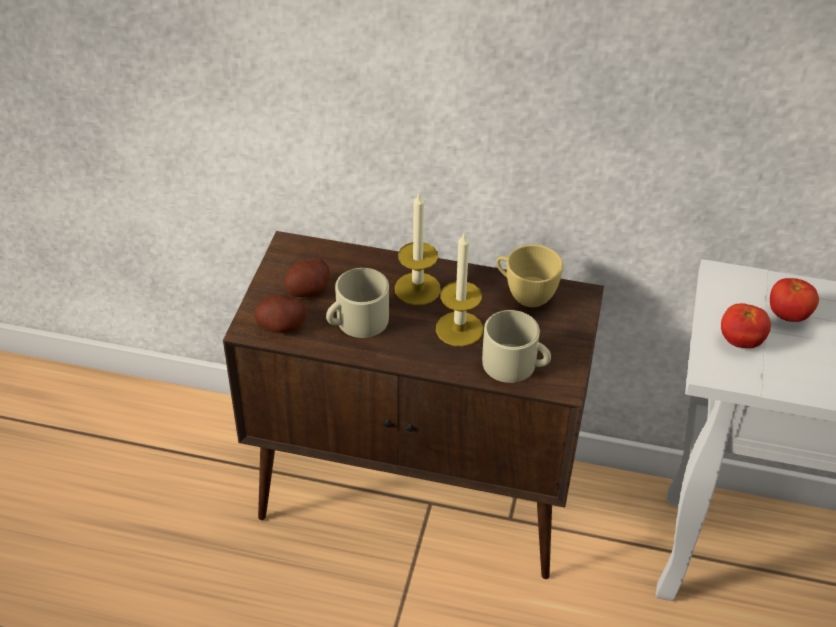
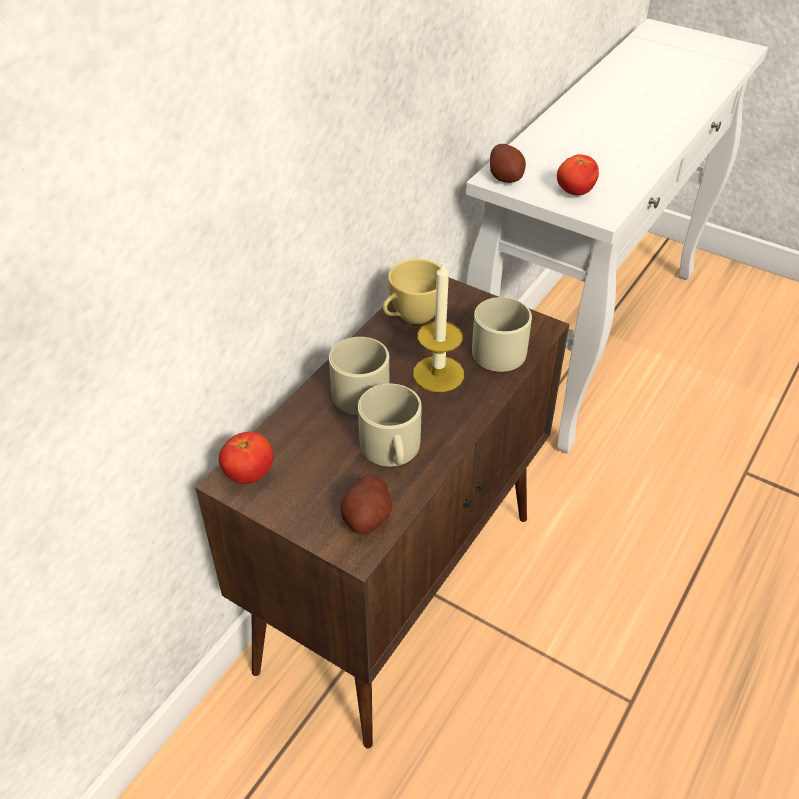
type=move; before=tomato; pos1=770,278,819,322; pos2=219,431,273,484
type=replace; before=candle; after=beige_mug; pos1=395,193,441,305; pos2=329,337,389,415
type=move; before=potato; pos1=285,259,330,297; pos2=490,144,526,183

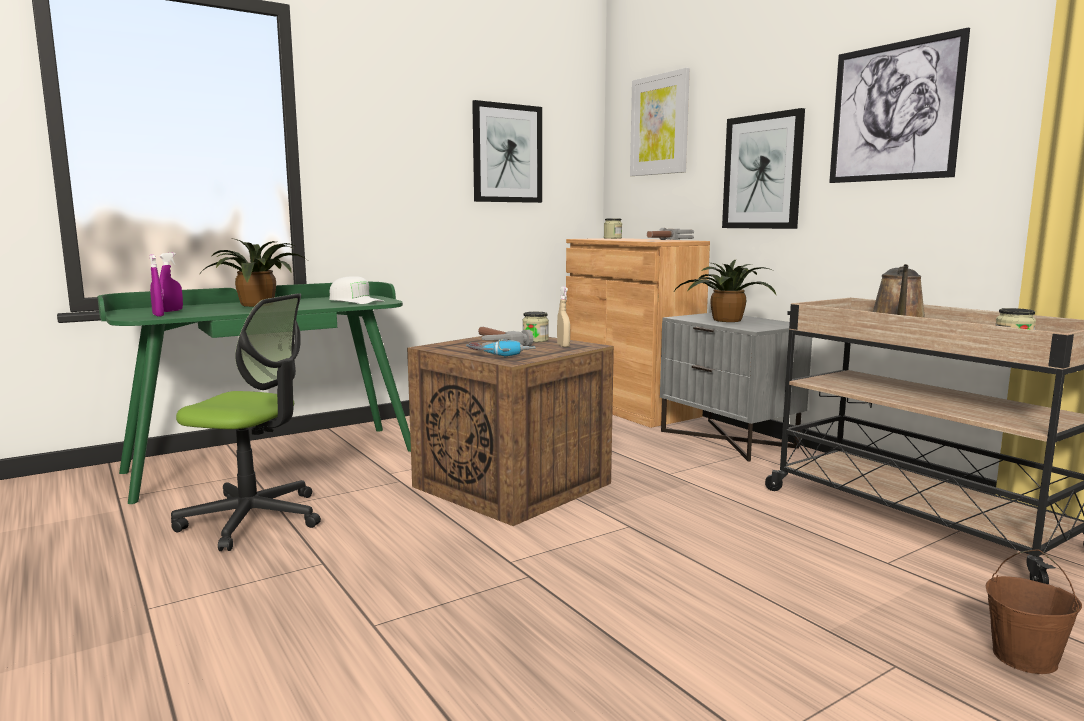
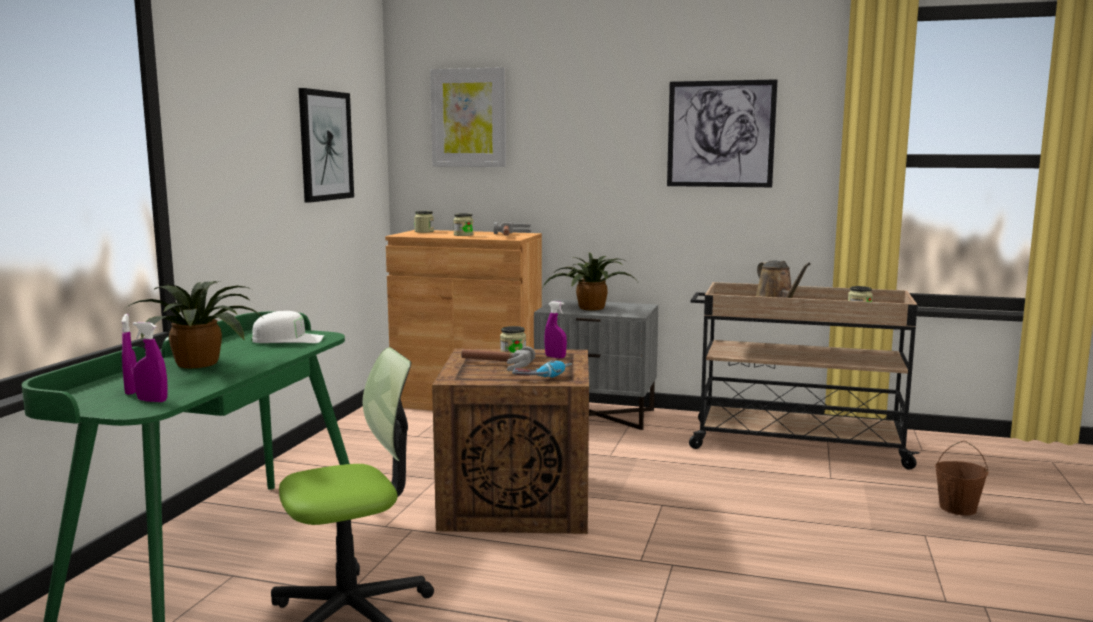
type=insert; after=jar; pos2=453,213,474,236
type=recolor; before=beige_spray_bottle; after=purple_spray_bottle; pos1=557,287,570,347; pos2=544,301,567,358
type=delete; before=picture; pos1=722,108,805,229

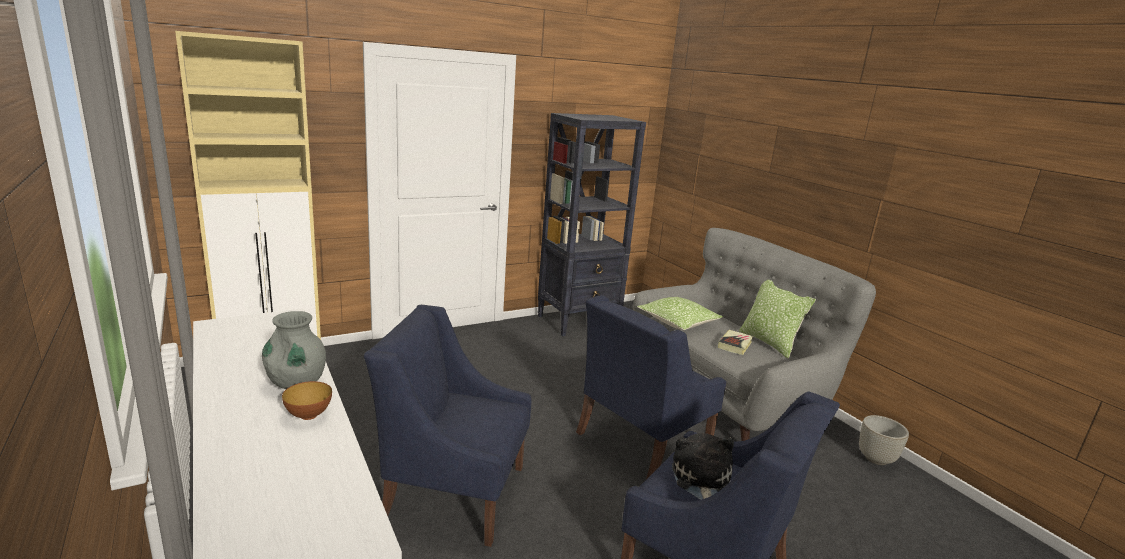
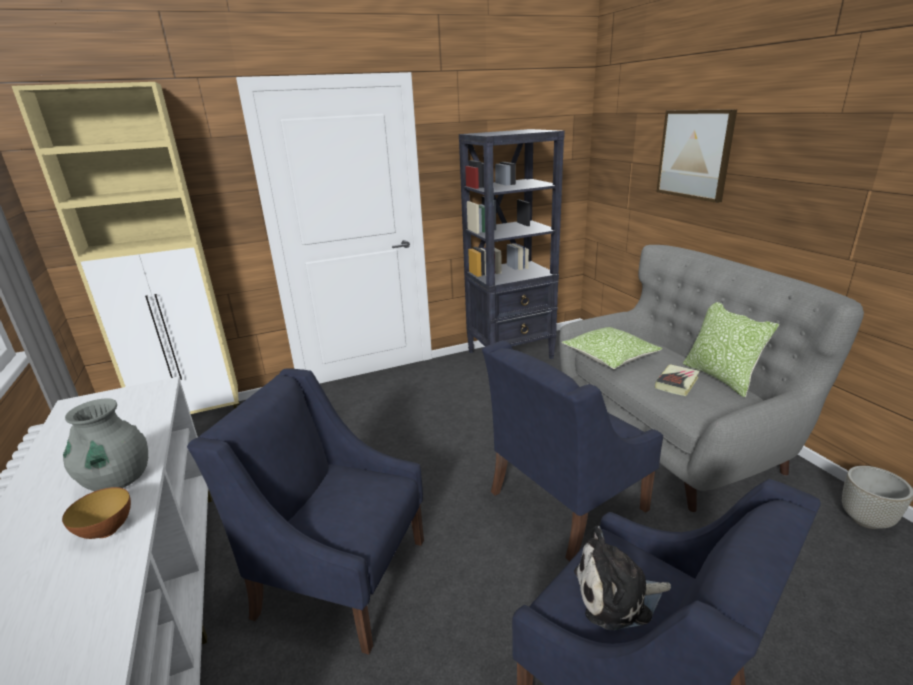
type=rotate; before=plush_toy; pos1=672,433,734,500; pos2=574,526,671,630; turn=-105
type=insert; after=picture; pos2=657,109,737,203

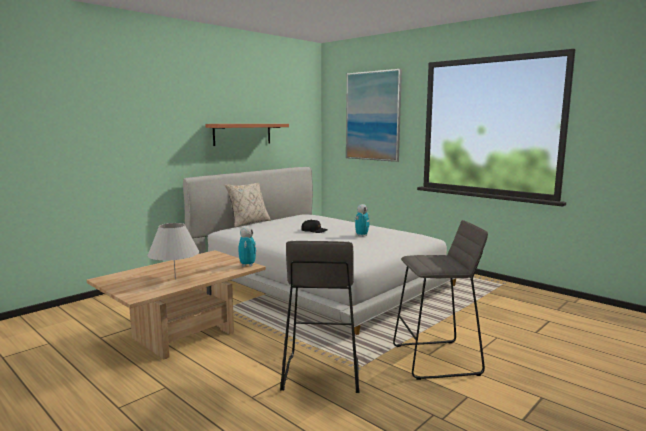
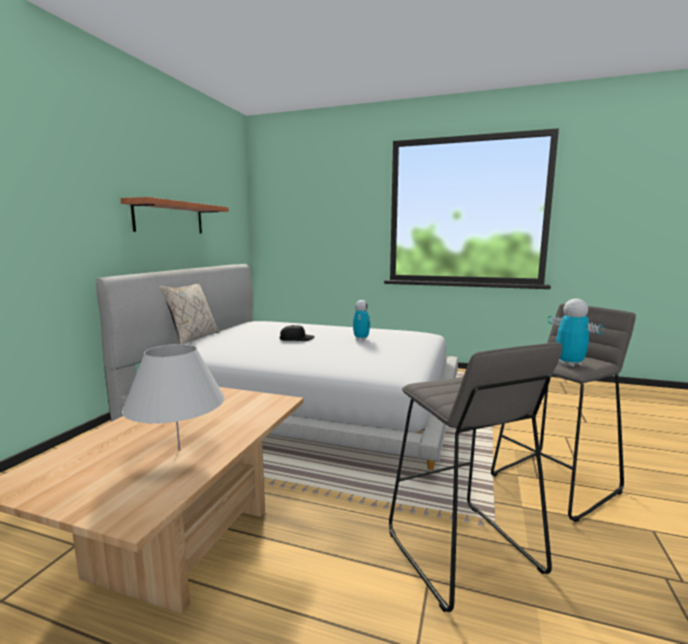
type=move; before=toy_robot; pos1=239,226,256,267; pos2=548,298,604,367
type=delete; before=picture; pos1=346,69,402,162

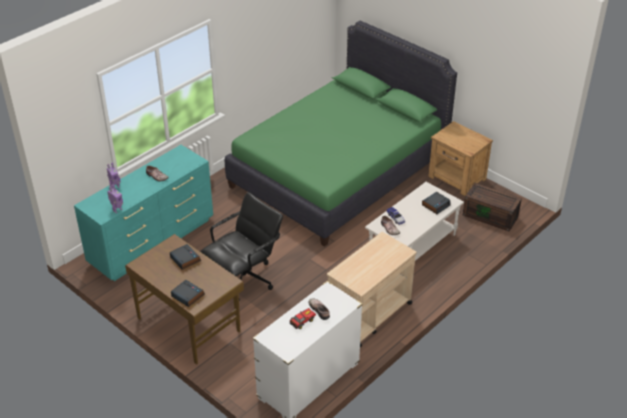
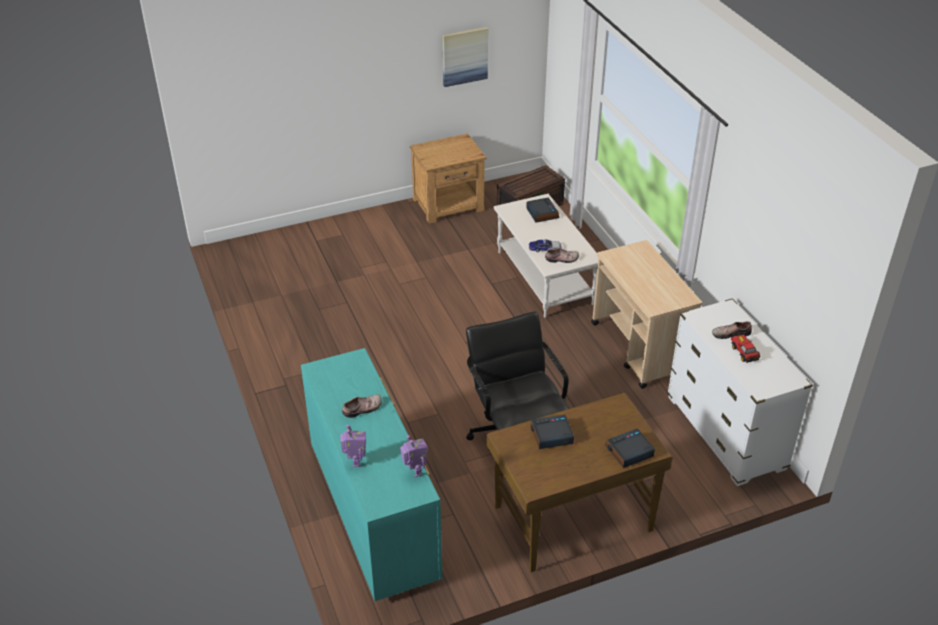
type=insert; after=picture; pos2=443,27,488,87
type=delete; before=green_bed; pos1=225,21,457,246

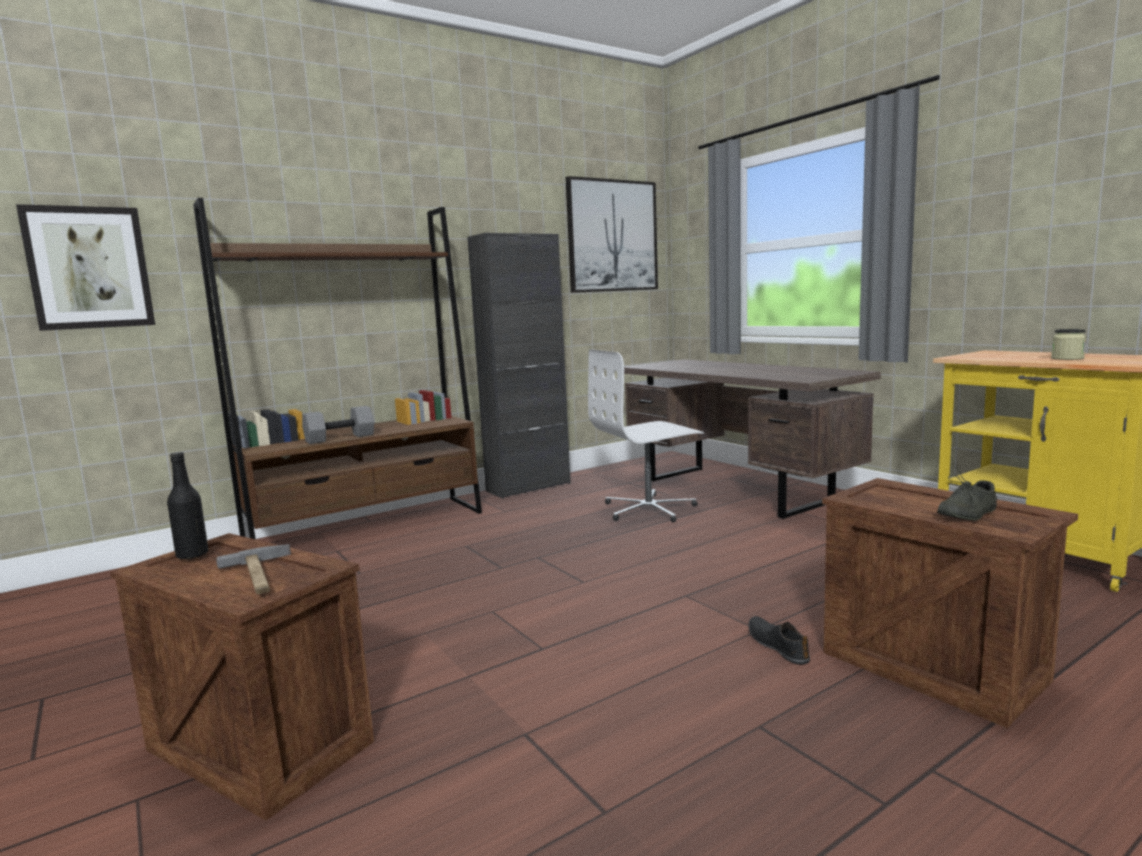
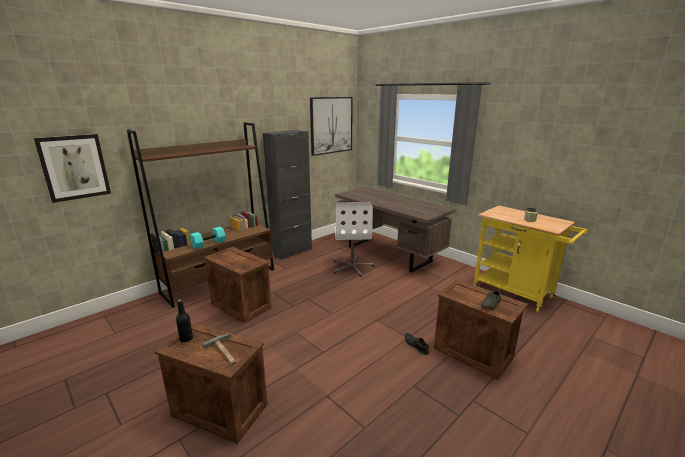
type=recolor; before=grey_dumbbell; after=turquoise_dumbbell; pos1=302,406,374,444; pos2=190,227,226,249
type=insert; after=crate; pos2=204,247,272,323
type=rotate; before=white_office_chair; pos1=588,349,704,522; pos2=333,202,374,277; turn=-60

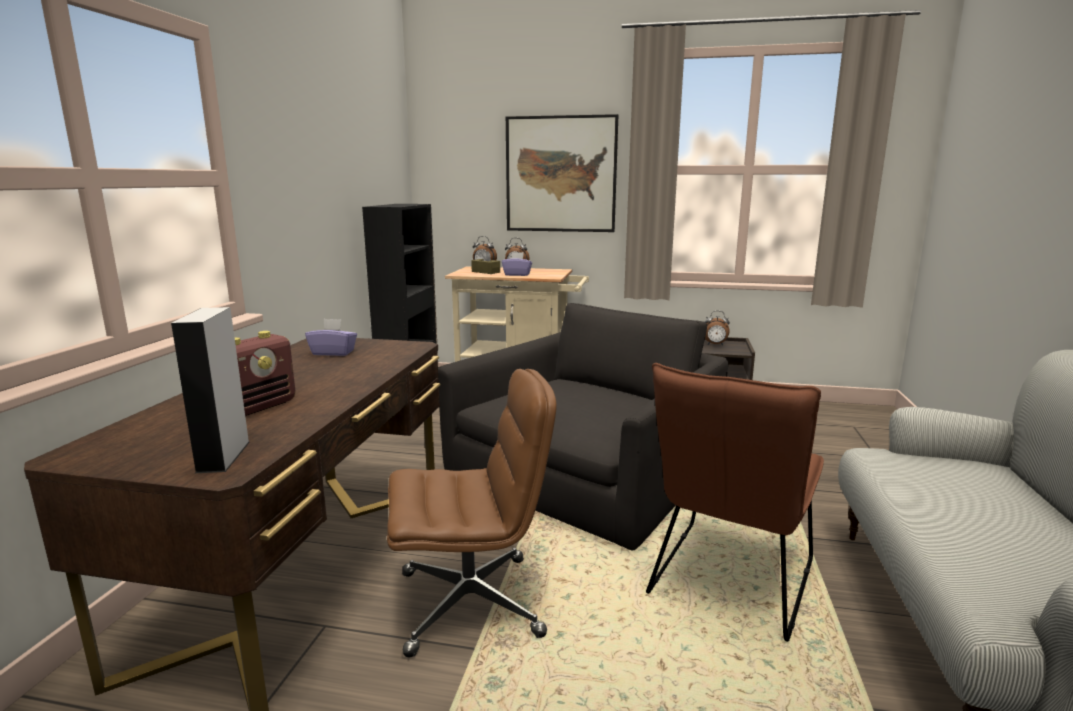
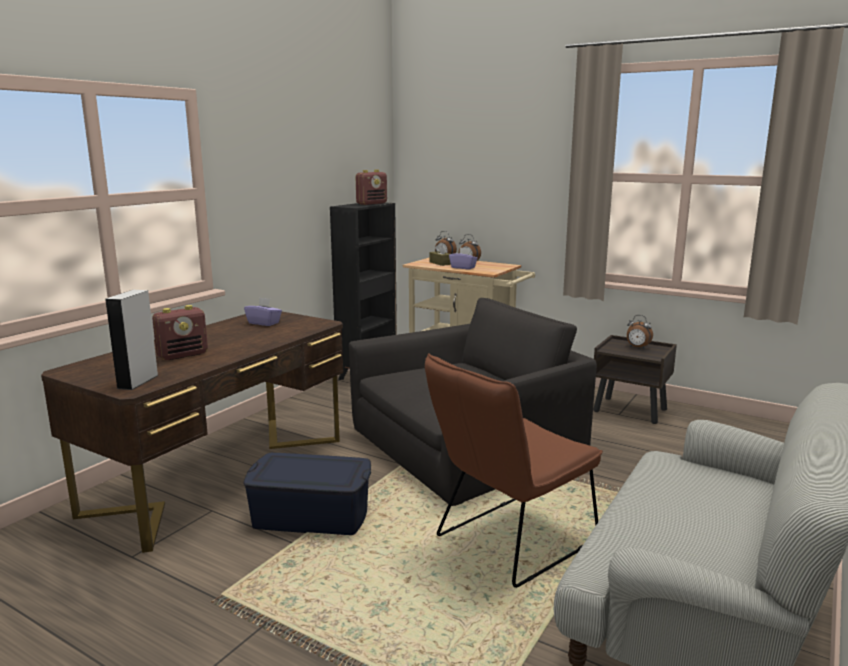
type=replace; before=brown_office_chair; after=blue_storage_box; pos1=387,369,557,658; pos2=243,453,371,535
type=insert; after=radio; pos2=356,170,387,205
type=delete; before=picture; pos1=506,114,618,232

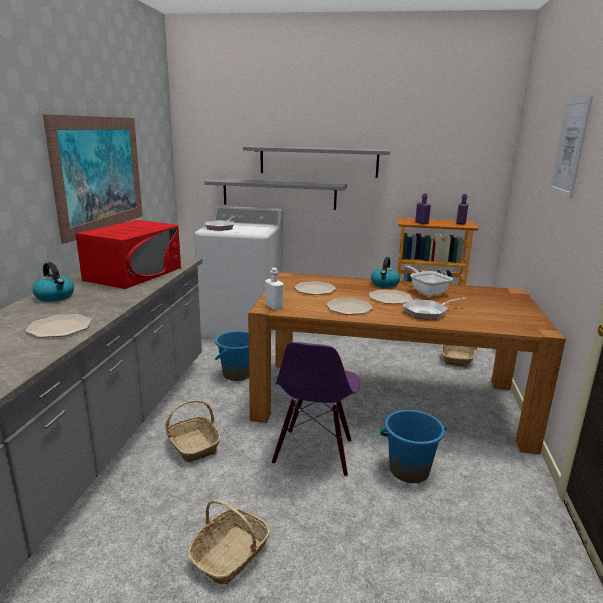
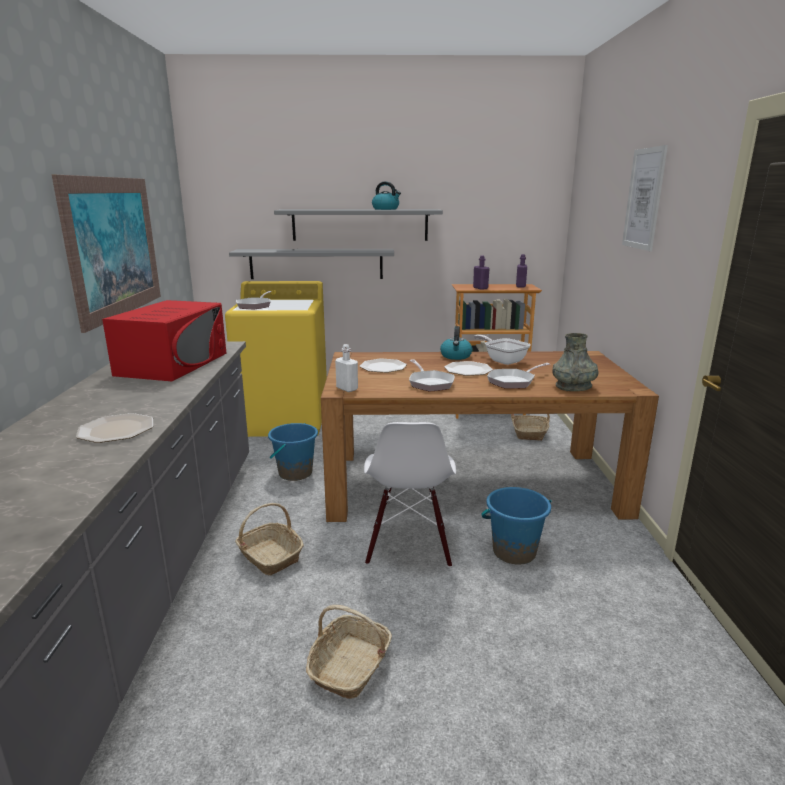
type=recolor; before=white_washing_machine; after=yellow_washing_machine; pos1=194,206,283,339; pos2=225,281,327,437
type=recolor; before=purple_chair; after=white_chair; pos1=272,342,360,477; pos2=364,422,456,567
type=move; before=kettle; pos1=33,262,74,302; pos2=372,182,401,210
type=replace; before=plate; after=frying_pan; pos1=326,298,373,315; pos2=409,359,455,392
type=insert; after=grey_vase; pos2=552,333,598,391

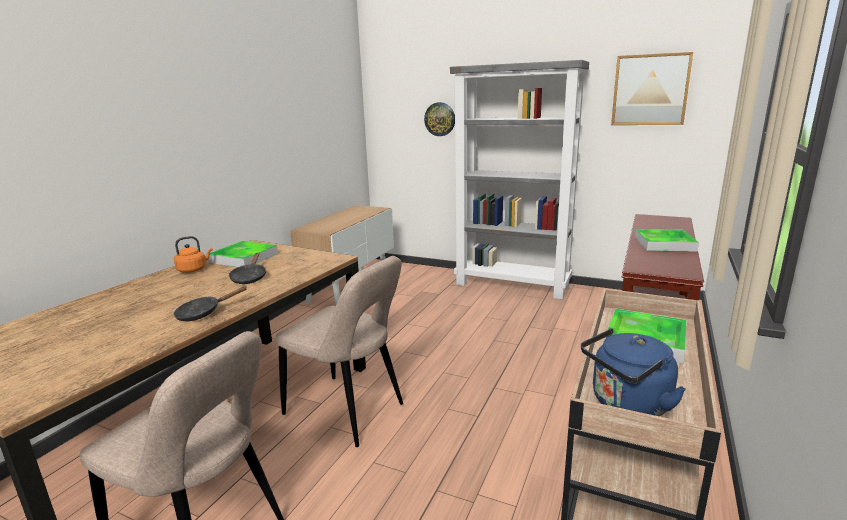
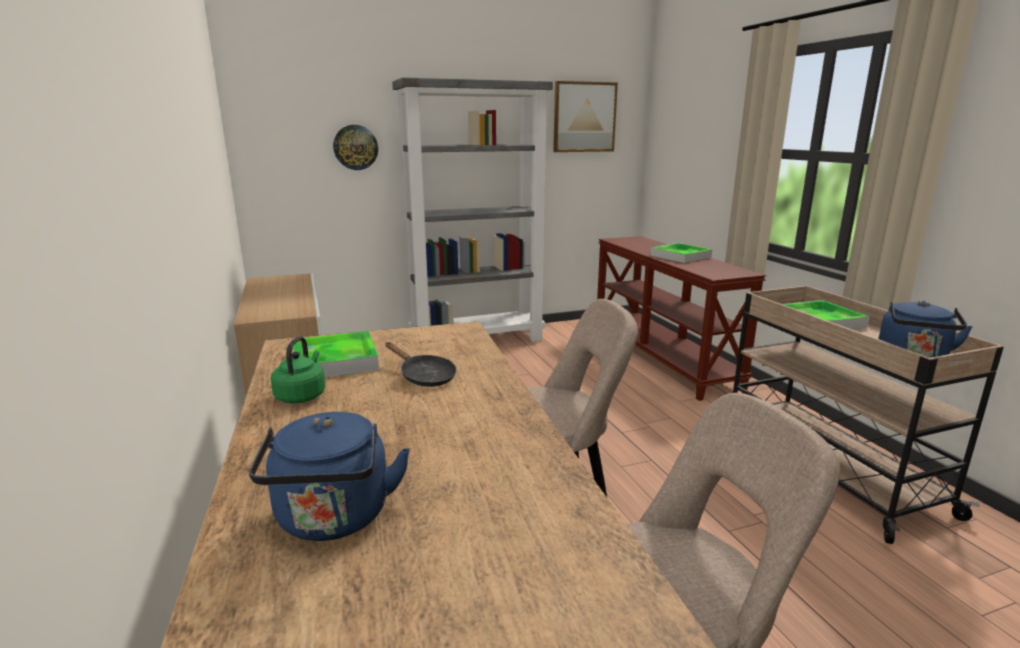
type=insert; after=blue_kettle; pos2=249,412,410,541
type=recolor; before=orange_kettle; after=green_kettle; pos1=174,236,213,273; pos2=271,336,326,403
type=delete; before=black_frying_pan; pos1=173,286,247,321

